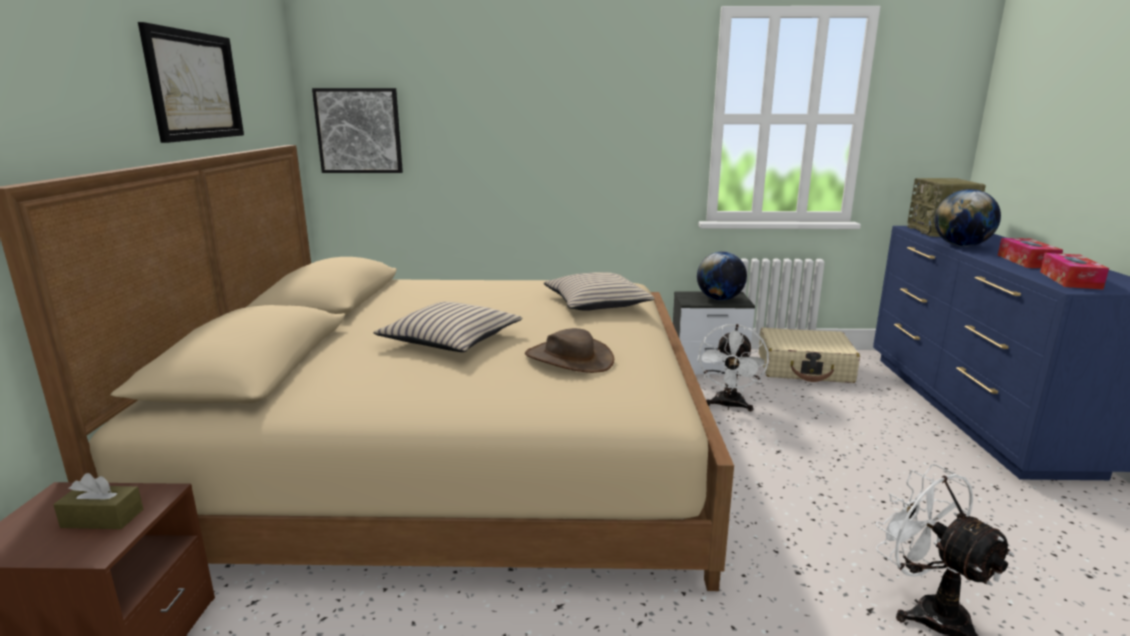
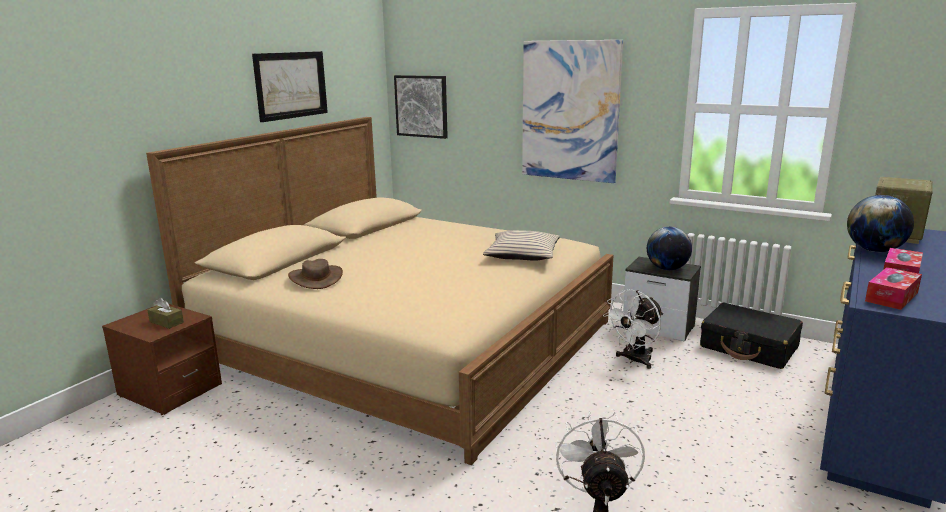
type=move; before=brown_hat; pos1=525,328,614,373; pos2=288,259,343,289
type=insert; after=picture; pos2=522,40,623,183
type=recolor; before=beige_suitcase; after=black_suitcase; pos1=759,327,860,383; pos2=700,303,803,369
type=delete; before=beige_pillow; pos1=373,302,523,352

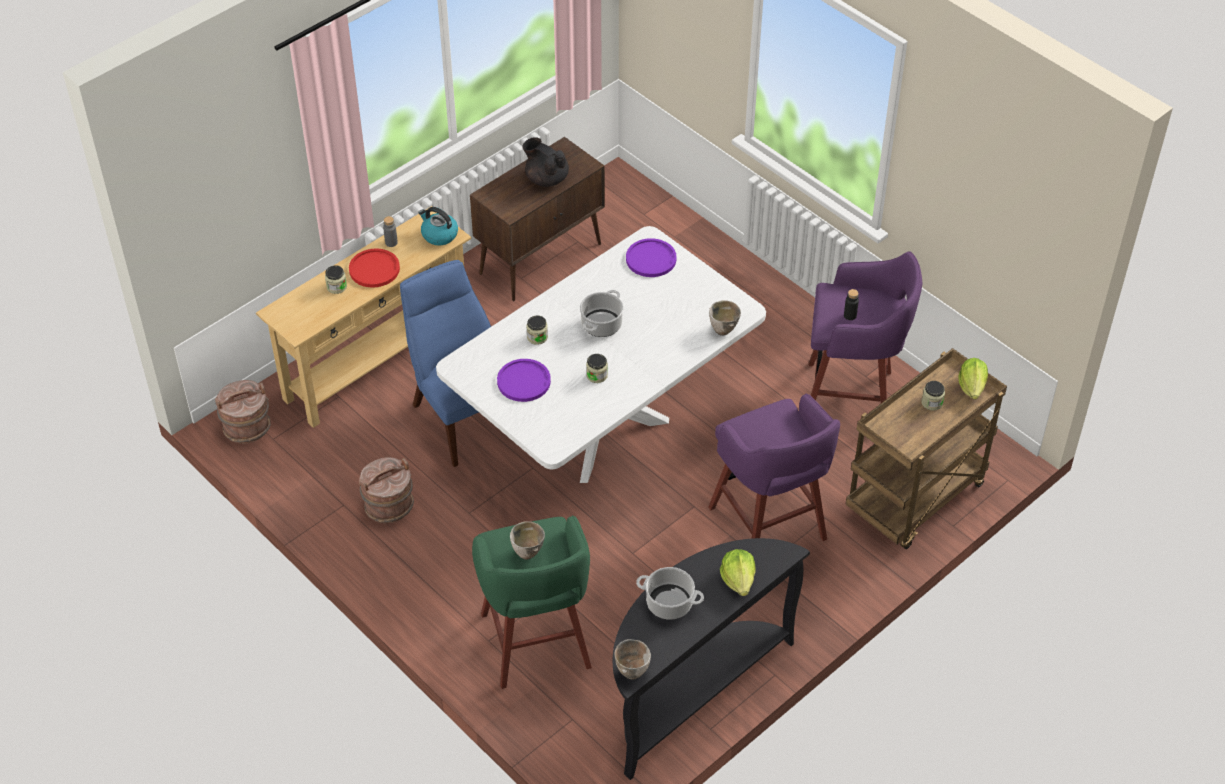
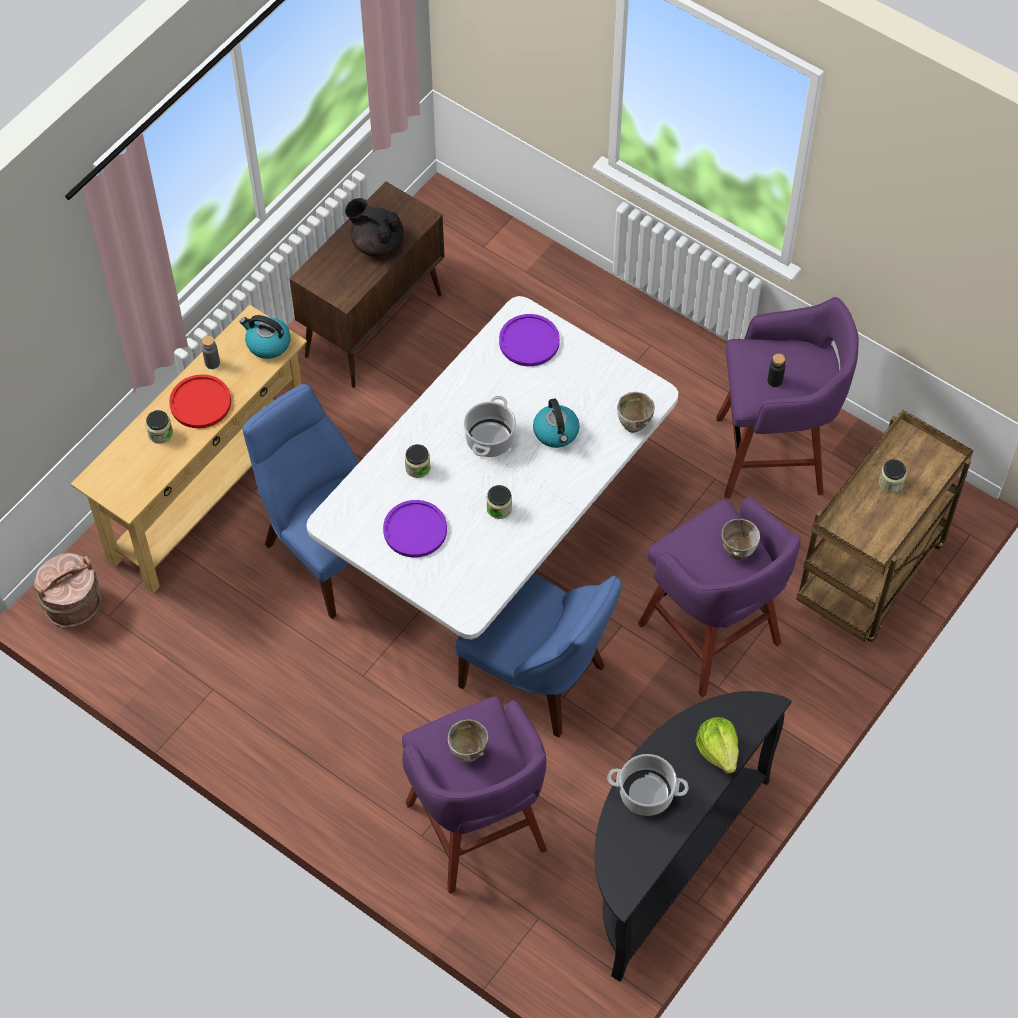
type=recolor; before=green_stool; after=purple_stool; pos1=472,515,592,689; pos2=402,696,547,894
type=insert; after=blue_chair; pos2=455,573,622,737
type=insert; after=kettle; pos2=533,398,580,448
type=move; before=bowl; pos1=614,639,651,680; pos2=722,519,760,560
type=delete; before=brown_bucket; pos1=359,457,414,523
type=delete; before=lettuce; pos1=959,358,988,399

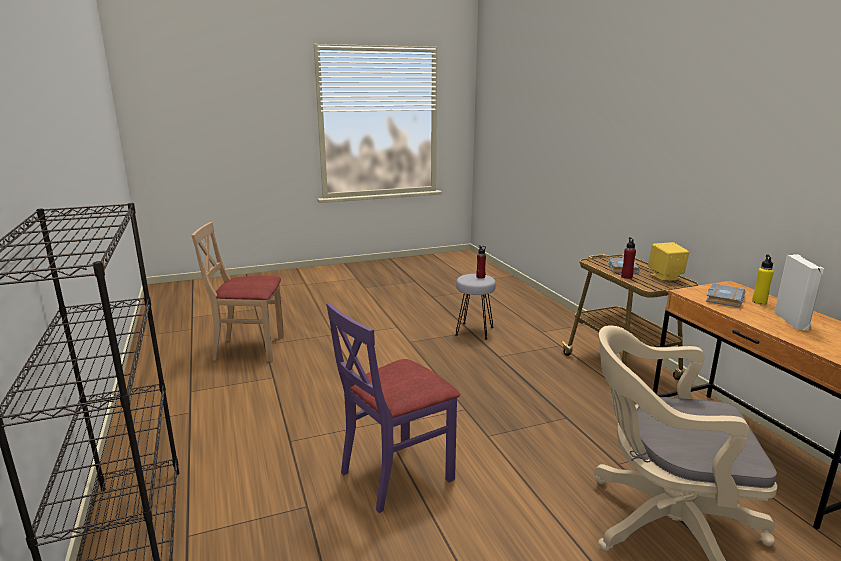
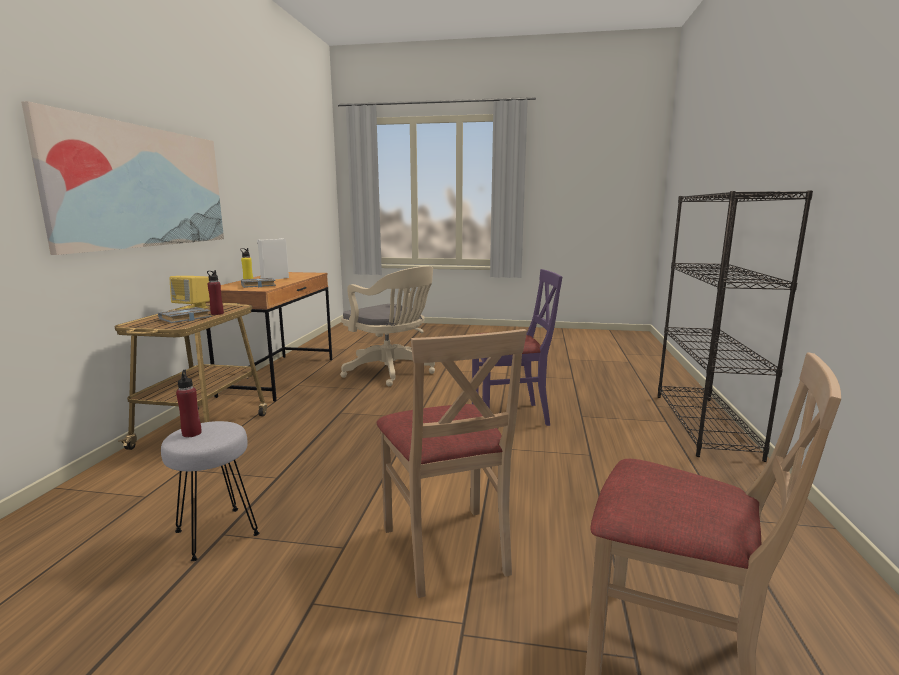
type=insert; after=picture; pos2=21,101,224,255
type=insert; after=beige_chair; pos2=376,329,527,598

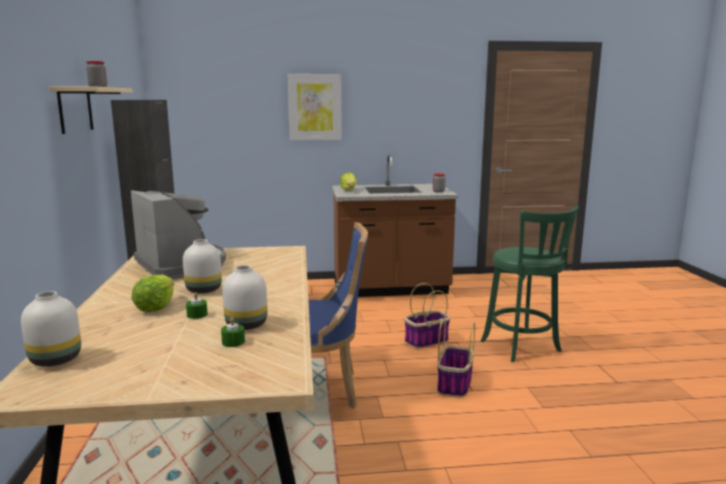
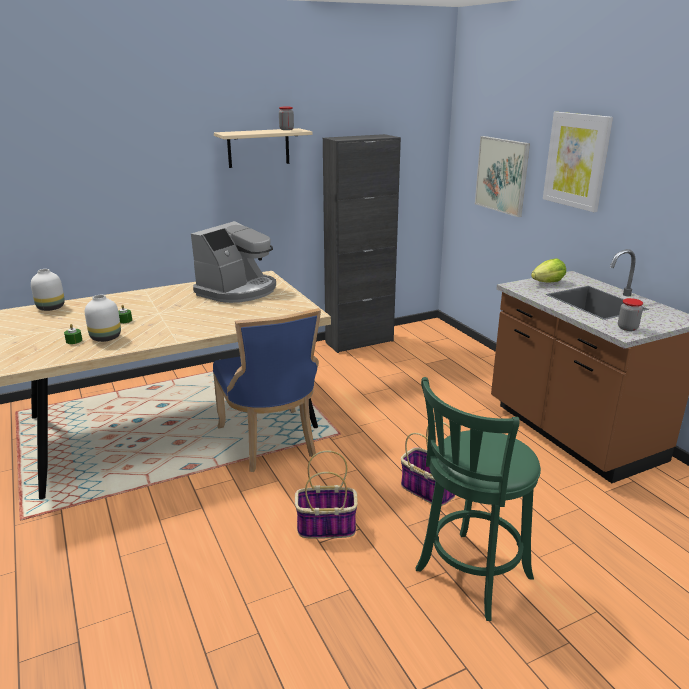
type=insert; after=picture; pos2=475,136,530,217
type=delete; before=lettuce; pos1=131,275,174,312
type=delete; before=white_vase; pos1=183,239,222,293

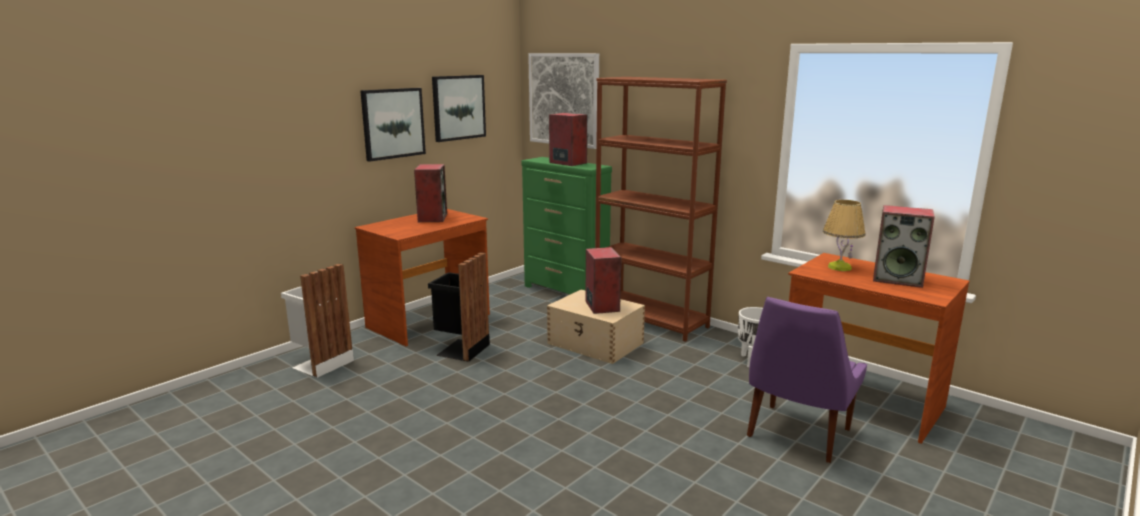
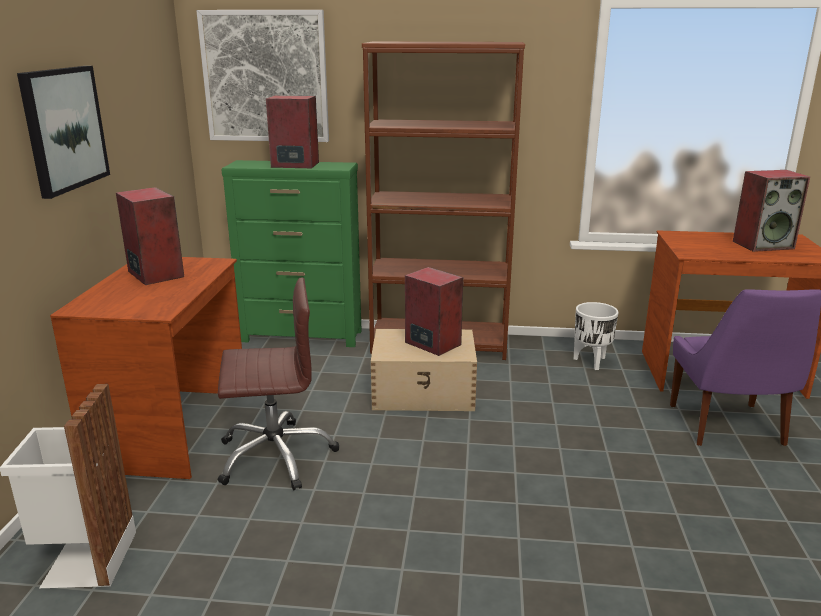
type=replace; before=black_trash_can; after=brown_office_chair; pos1=428,252,490,362; pos2=218,277,340,490
type=delete; before=picture; pos1=432,75,486,142
type=delete; before=table_lamp; pos1=823,200,866,271

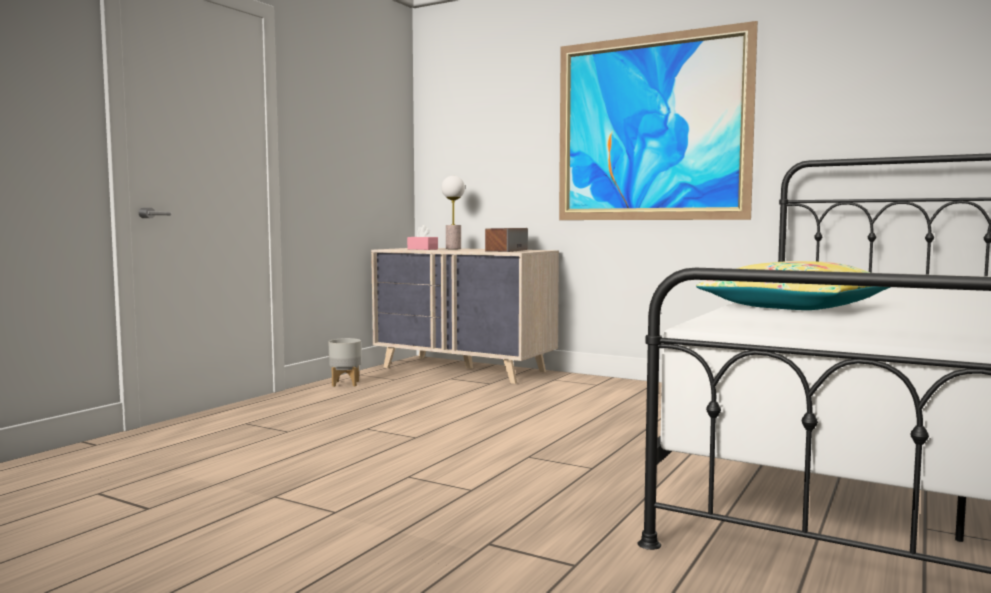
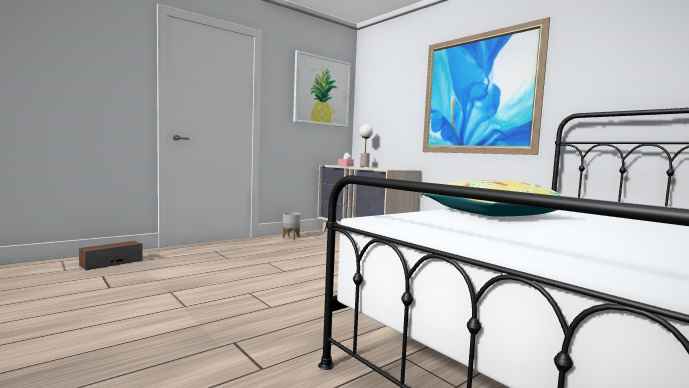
type=move; before=speaker; pos1=485,228,528,252; pos2=79,241,143,270
type=insert; after=picture; pos2=293,50,351,127

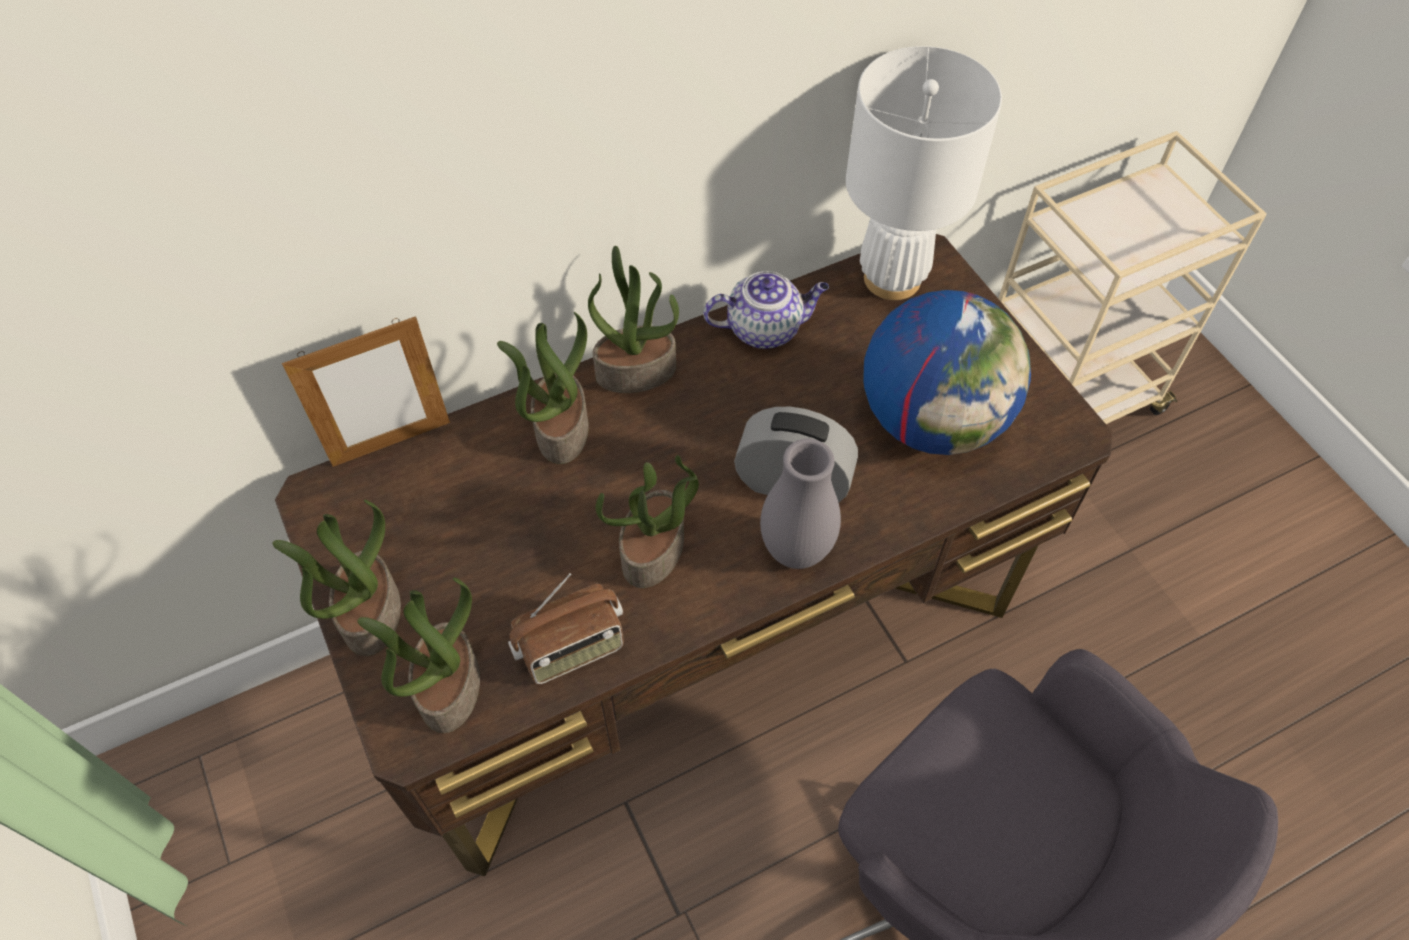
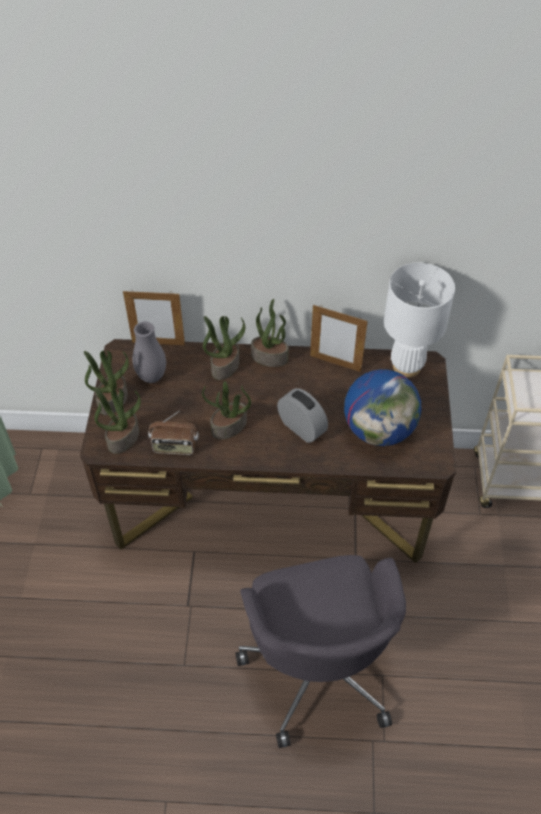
type=move; before=grey_vase; pos1=760,439,841,569; pos2=132,322,166,383
type=replace; before=teapot; after=picture_frame; pos1=703,271,829,349; pos2=310,305,368,372

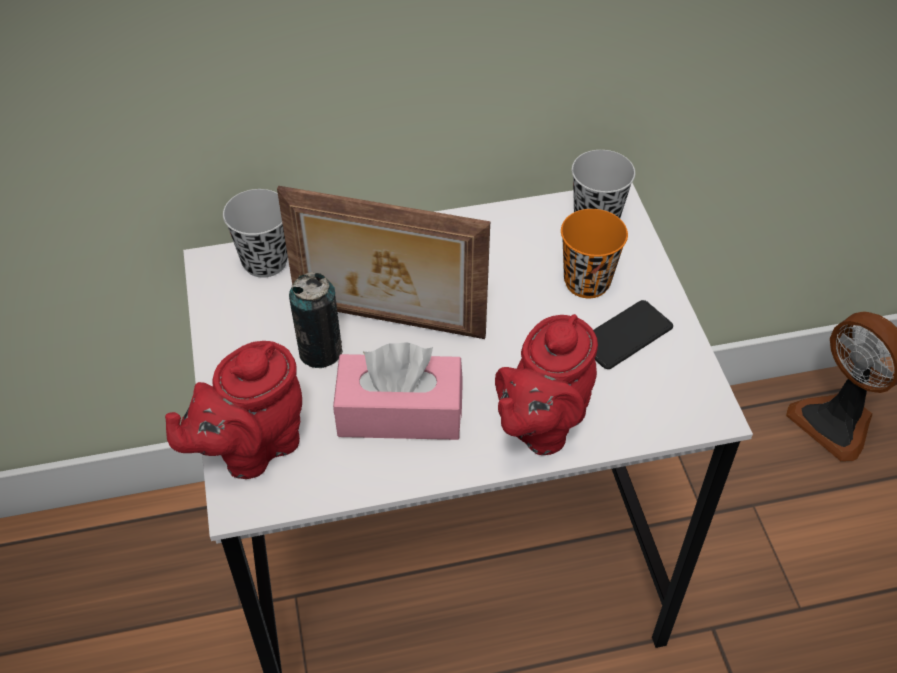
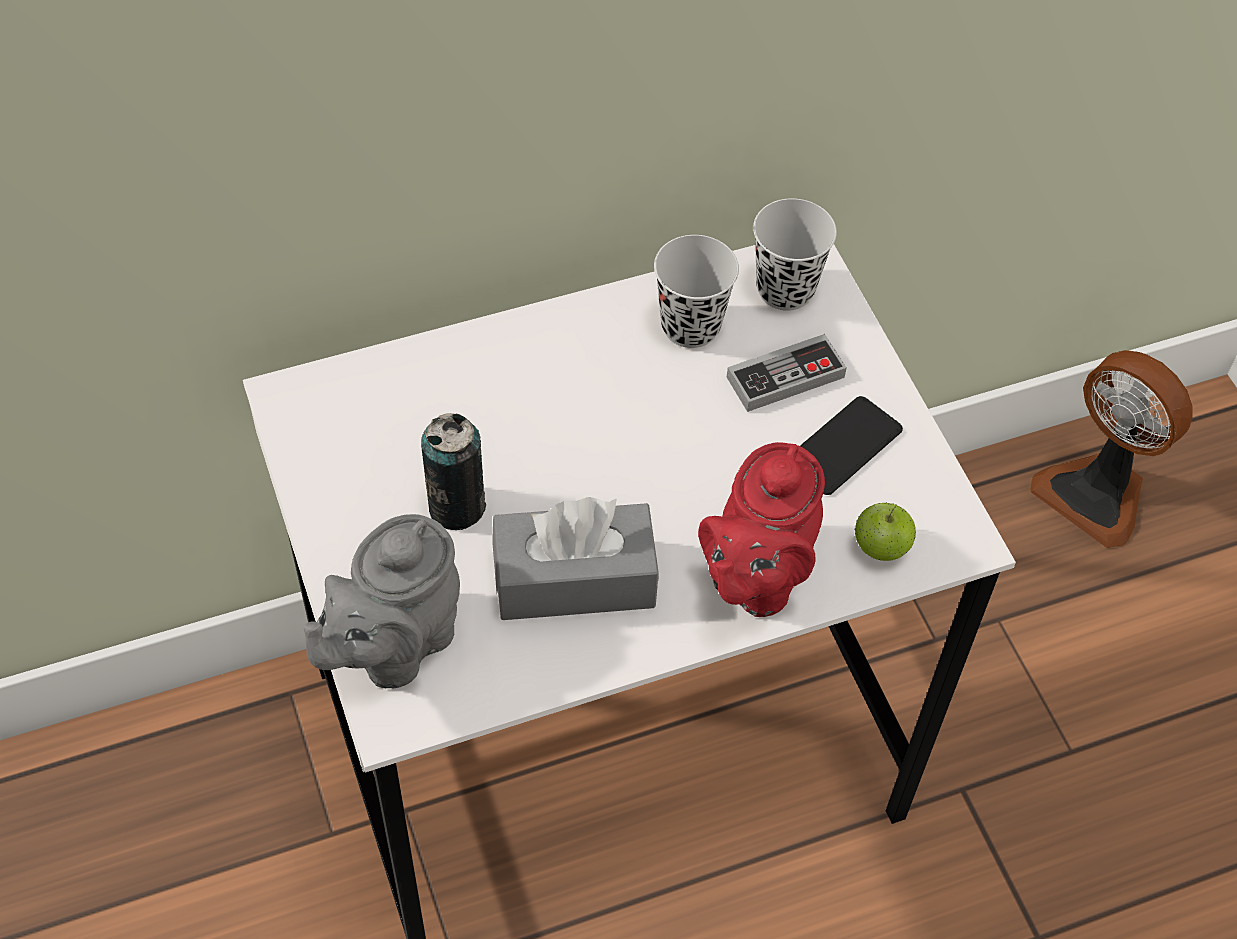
type=recolor; before=red_teapot; after=grey_teapot; pos1=165,341,302,479; pos2=303,514,460,688
type=recolor; before=pink_tissue_box; after=grey_tissue_box; pos1=333,342,463,440; pos2=492,497,659,620
type=move; before=black_cup; pos1=223,189,288,278; pos2=654,235,739,348
type=replace; before=orange_cup; after=game_controller; pos1=561,209,628,298; pos2=727,334,847,412
type=insert; after=apple; pos2=854,503,916,561
type=delete; before=picture_frame; pos1=277,186,490,339

